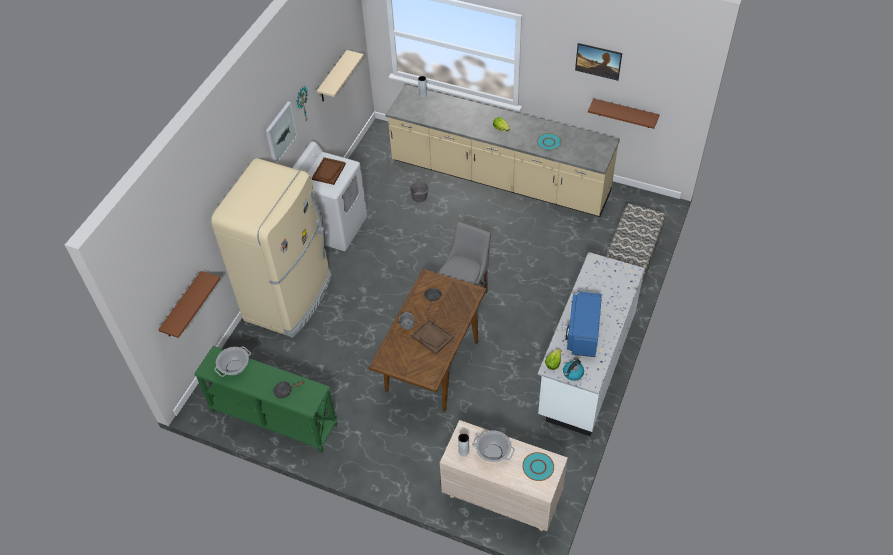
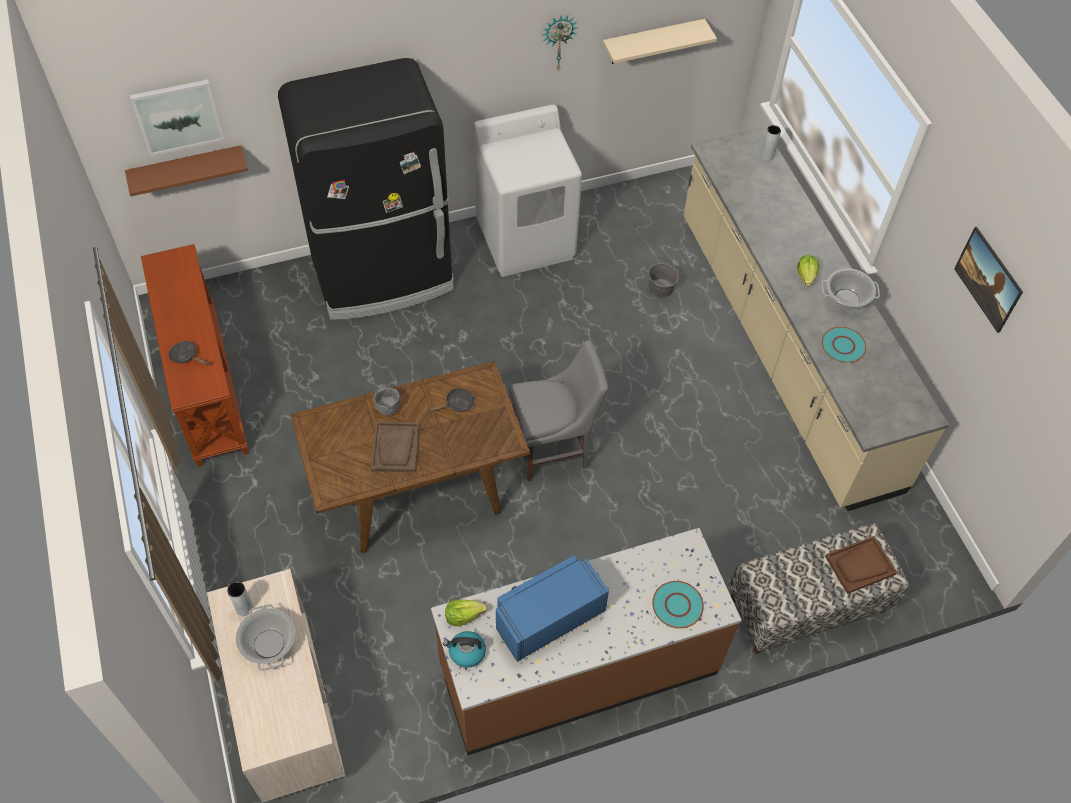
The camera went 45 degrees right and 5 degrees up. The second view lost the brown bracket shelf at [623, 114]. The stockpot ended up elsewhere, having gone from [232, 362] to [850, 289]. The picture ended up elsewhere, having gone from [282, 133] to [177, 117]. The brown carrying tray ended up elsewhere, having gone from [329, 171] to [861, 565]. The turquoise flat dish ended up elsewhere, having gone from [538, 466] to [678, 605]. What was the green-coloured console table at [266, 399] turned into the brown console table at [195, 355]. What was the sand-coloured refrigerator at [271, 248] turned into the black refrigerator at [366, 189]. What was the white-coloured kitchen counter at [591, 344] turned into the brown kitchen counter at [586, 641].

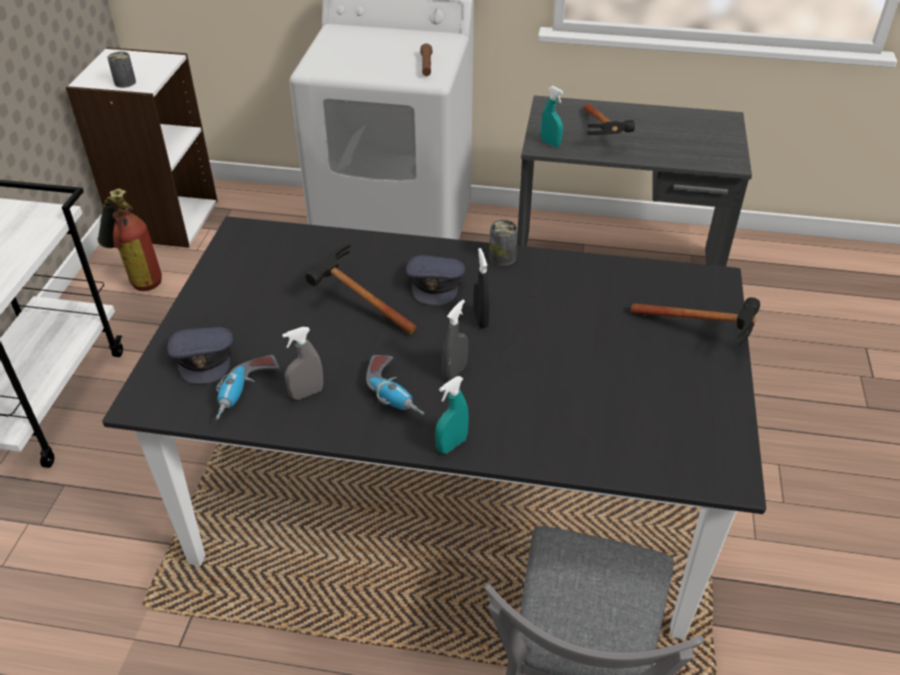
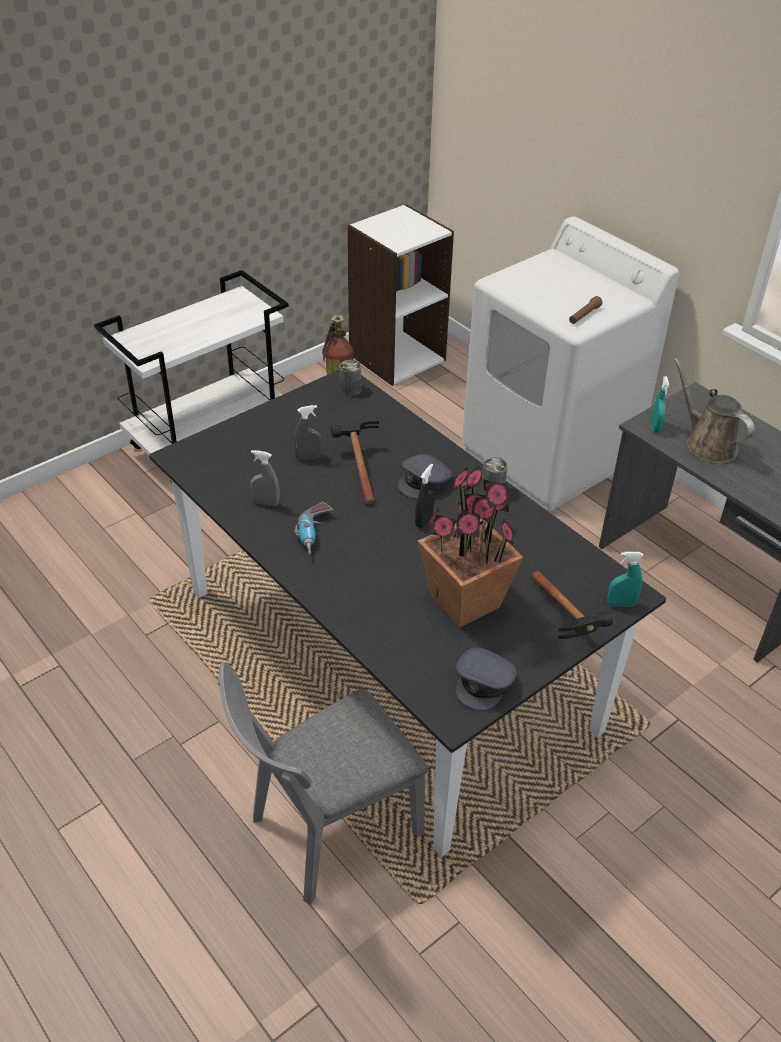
The camera went 40 degrees right and 0 degrees up. The second view lost the power drill at [247, 387]. The second view gained the plant in a pot at [470, 546]. The metal can ended up elsewhere, having gone from [121, 69] to [350, 378]. The greyish peaked cap ended up elsewhere, having gone from [200, 355] to [486, 679]. The turquoise sprayer ended up elsewhere, having gone from [452, 415] to [625, 579]. The greyish sprayer ended up elsewhere, having gone from [455, 340] to [308, 432]. Where the hammer stood at [609, 119], the brown watering can came to stand at [714, 410].

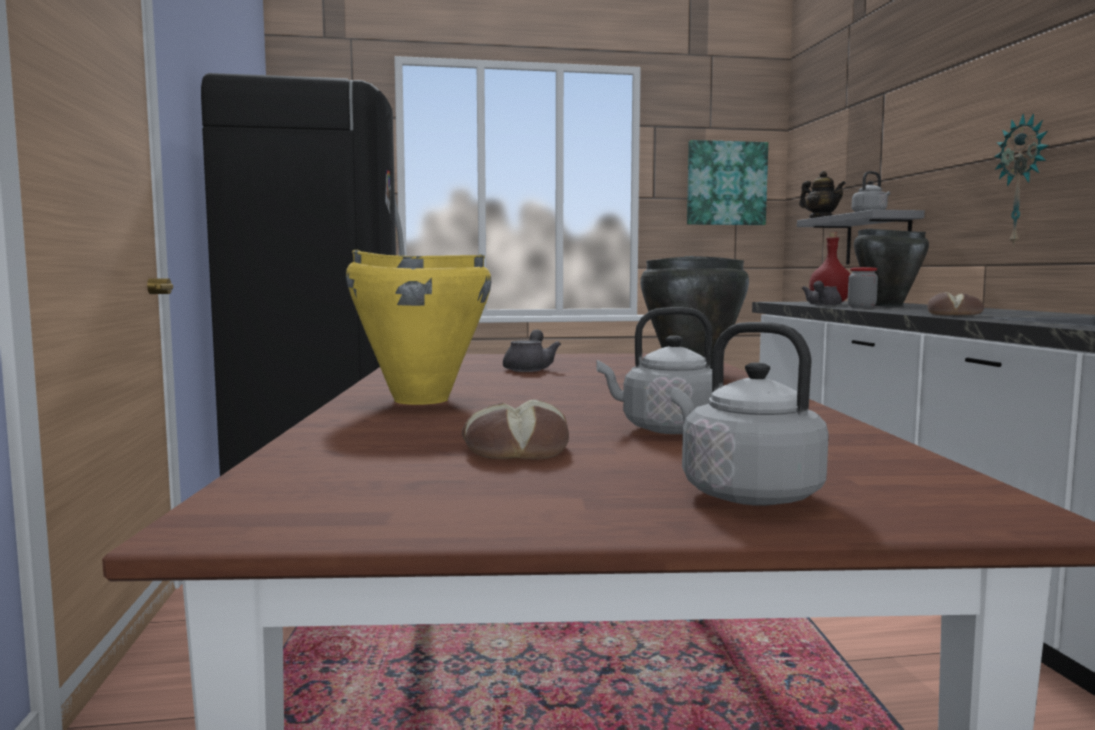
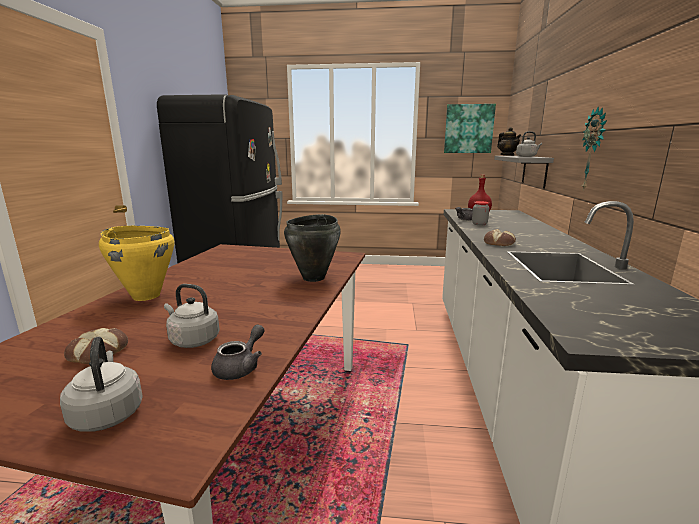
The camera went 15 degrees right and 10 degrees up. The second view lost the black stockpot at [891, 267]. The greyish tea pot ended up elsewhere, having gone from [532, 351] to [238, 352].

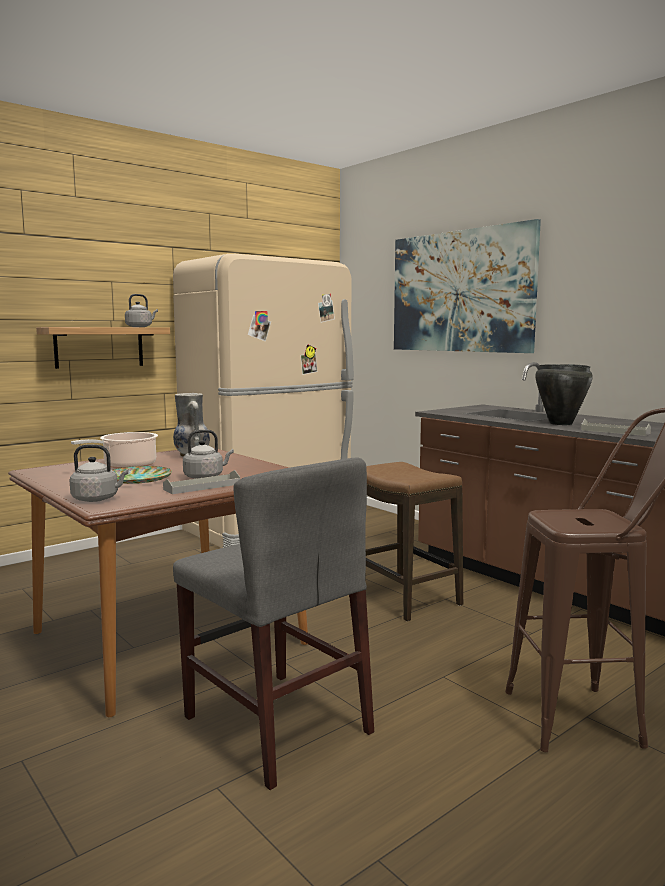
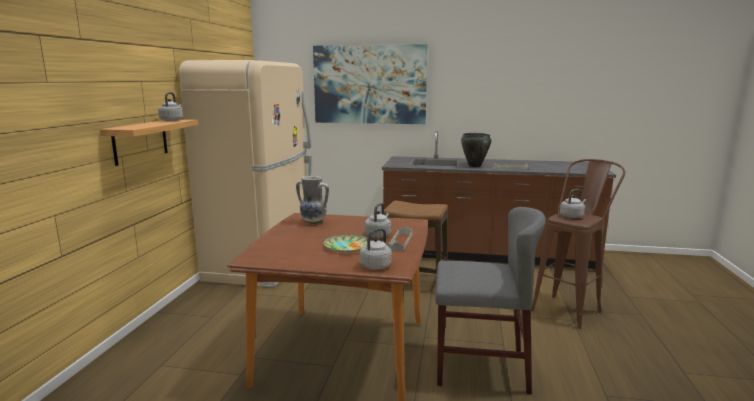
The camera went 40 degrees left and 5 degrees up. The second view lost the stockpot at [114, 450]. The second view gained the greyish water kettle at [573, 203].

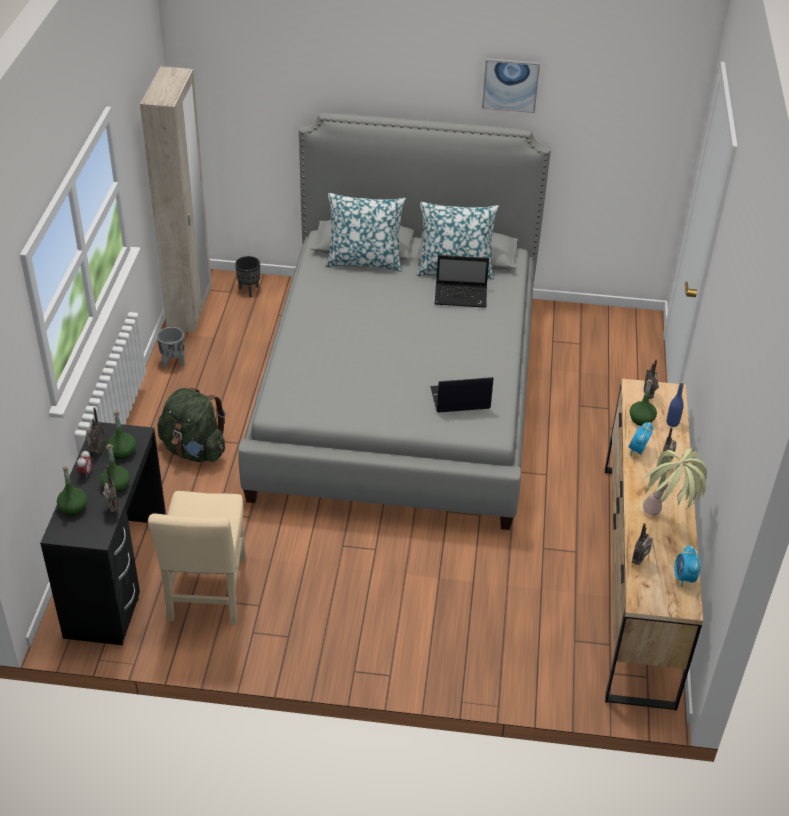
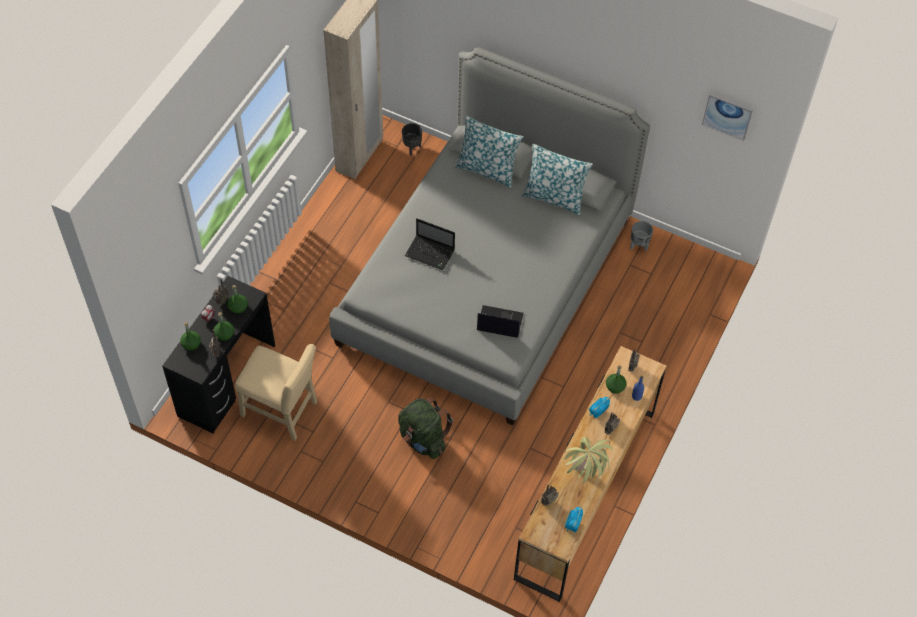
The camera went 20 degrees right and 15 degrees up. The greyish plant pot ended up elsewhere, having gone from [171, 347] to [641, 236]. The green-coloured knapsack ended up elsewhere, having gone from [191, 425] to [425, 428]. The notebook computer ended up elsewhere, having gone from [462, 281] to [430, 244]. The picture ended up elsewhere, having gone from [511, 85] to [727, 117]. The sand-coloured upright chair at [197, 558] ended up facing another way, 90 degrees counterclockwise from before.

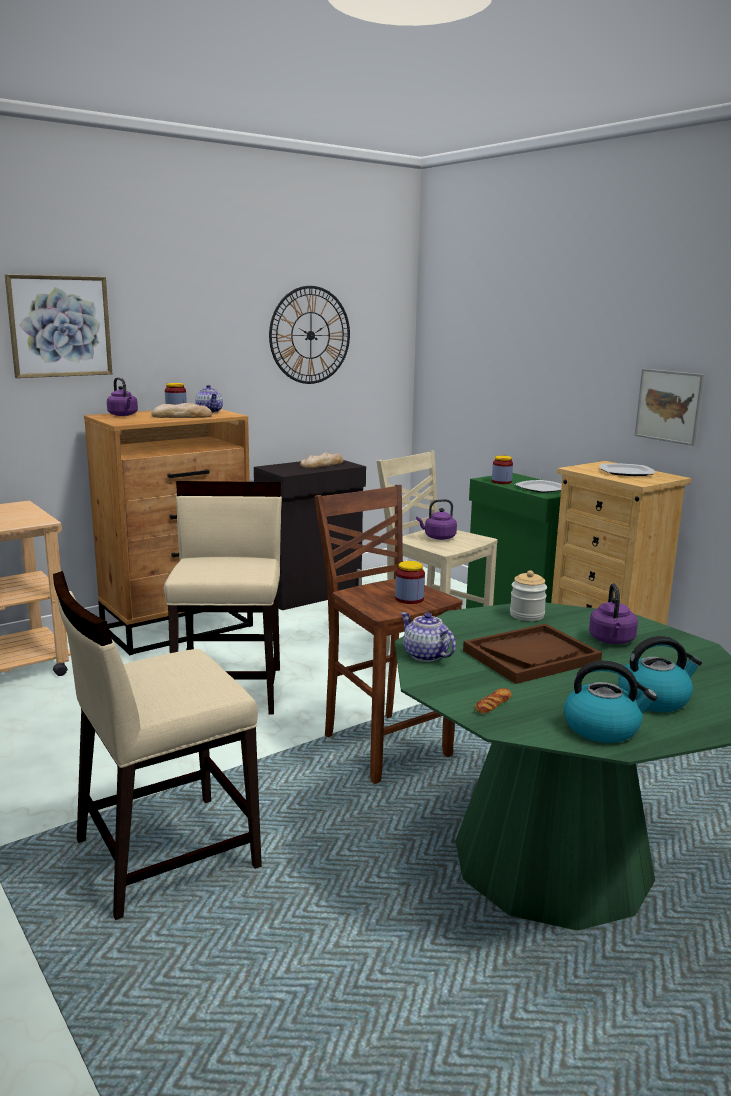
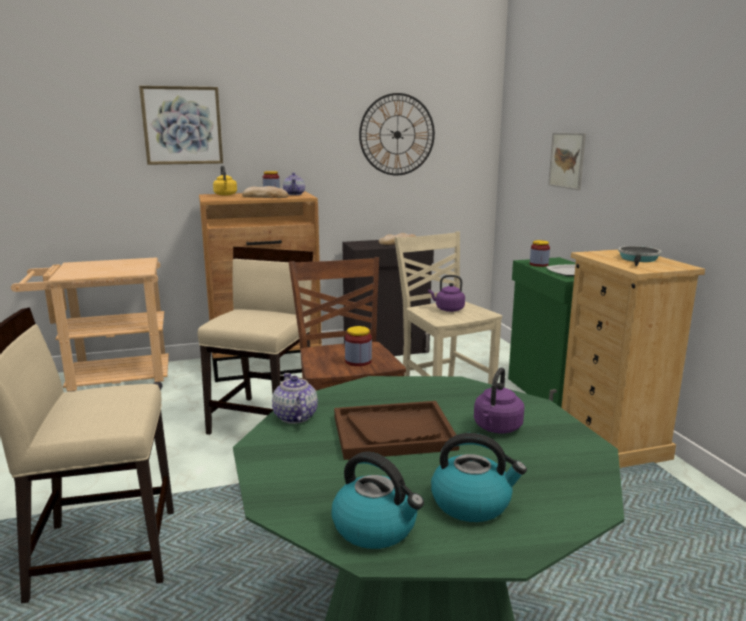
The camera went 20 degrees right and 0 degrees up. The second view lost the baked bread at [493, 701]. The second view lost the storage jar at [528, 595]. The picture ended up elsewhere, having gone from [669, 407] to [567, 161]. Where the flat dish stood at [627, 469], the frying pan came to stand at [640, 256]. What was the purple water kettle at [122, 396] turned into the yellowish water kettle at [225, 180].

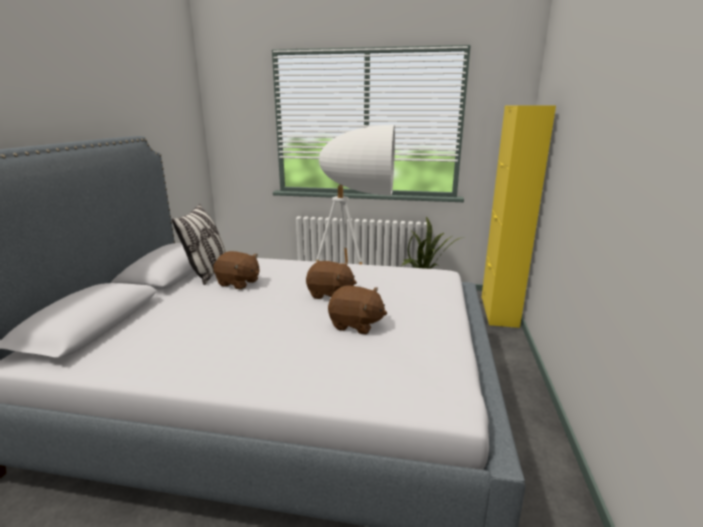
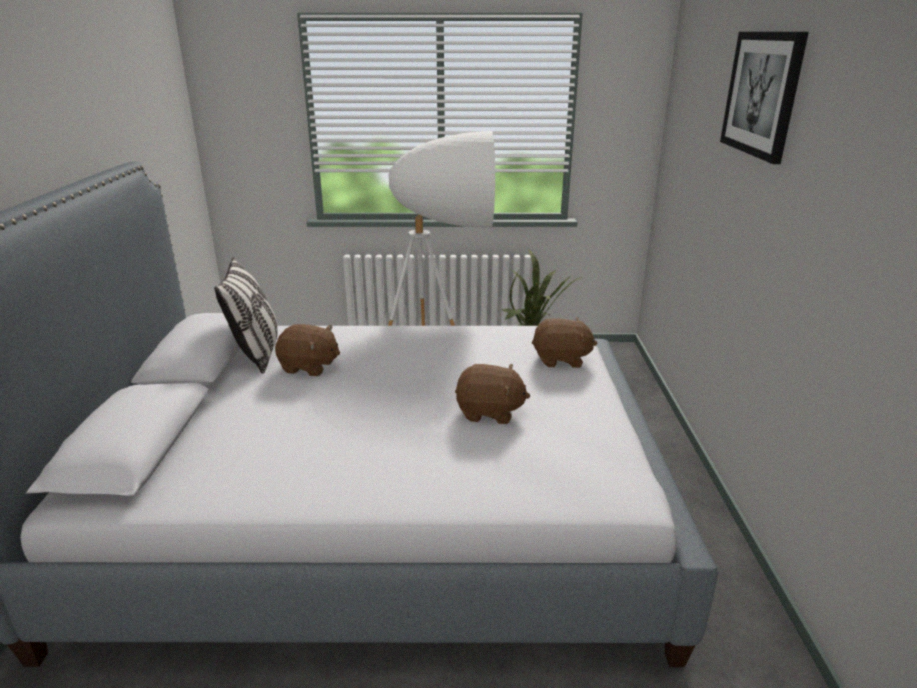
The camera went 10 degrees left and 5 degrees up. The second view lost the yellowish storage cabinet at [518, 216]. The second view gained the picture at [764, 98]. The brown soft toy ended up elsewhere, having gone from [331, 280] to [564, 343].

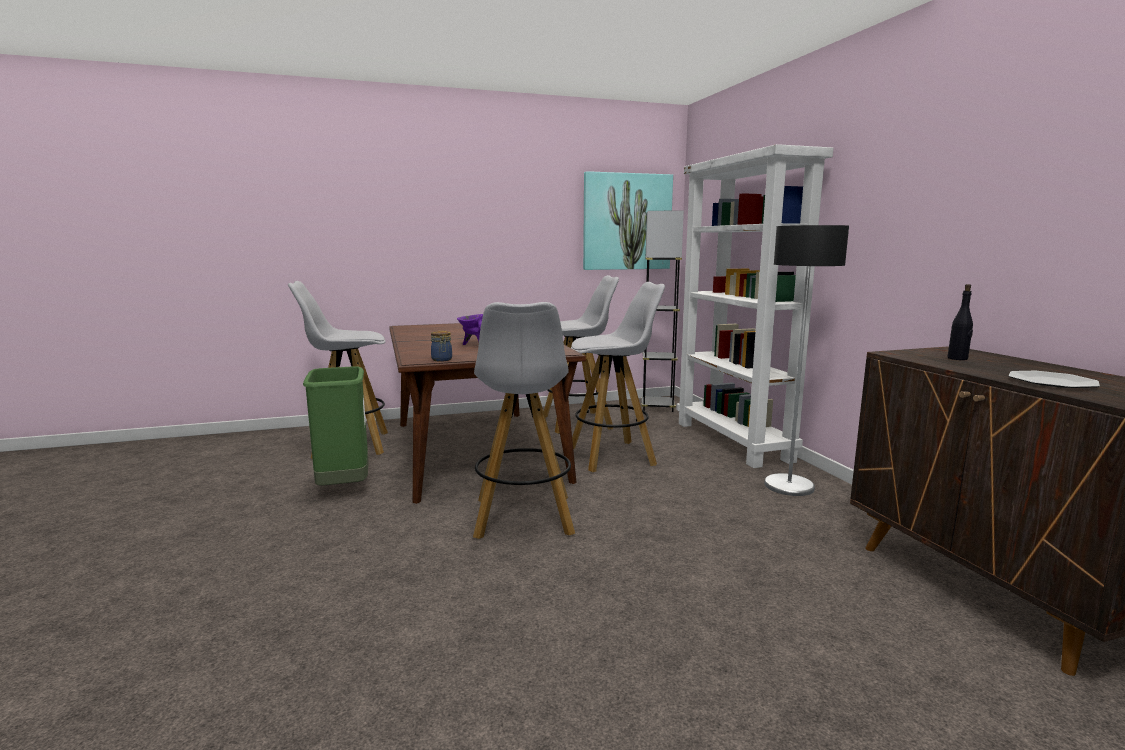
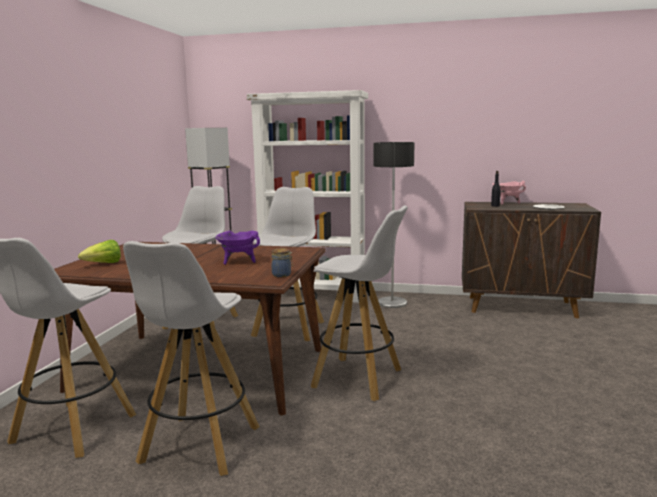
The camera went 60 degrees left and 0 degrees up. The second view lost the picture at [628, 220]. The second view gained the lettuce head at [99, 251]. The second view gained the pink-coloured stockpot at [509, 193]. Where the green-coloured trash can stood at [336, 426], the white-coloured stool seat came to stand at [191, 358].

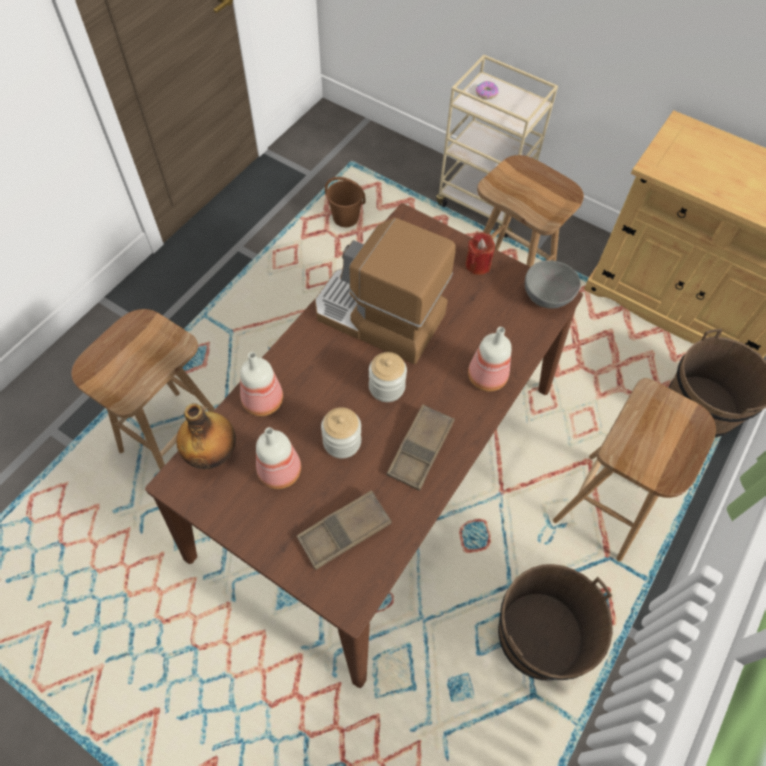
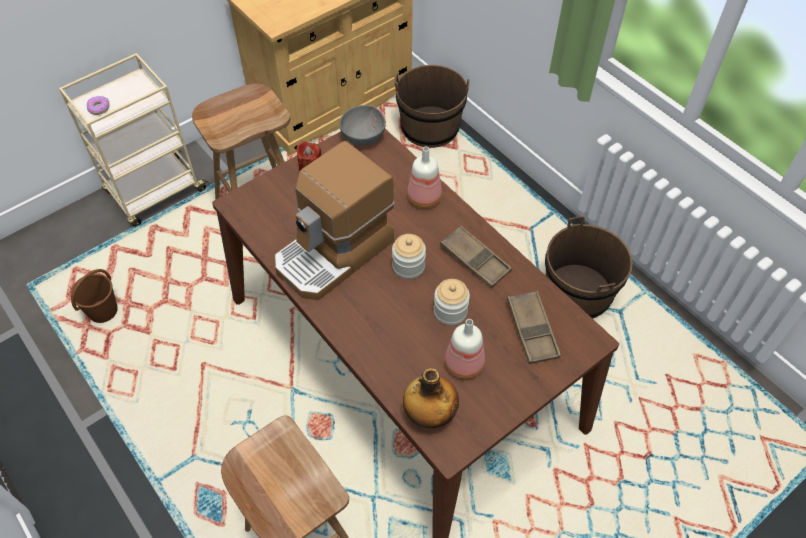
The camera went 70 degrees left and 5 degrees down. The second view lost the bottle at [261, 384]. The second view lost the brown stool seat at [634, 470].

